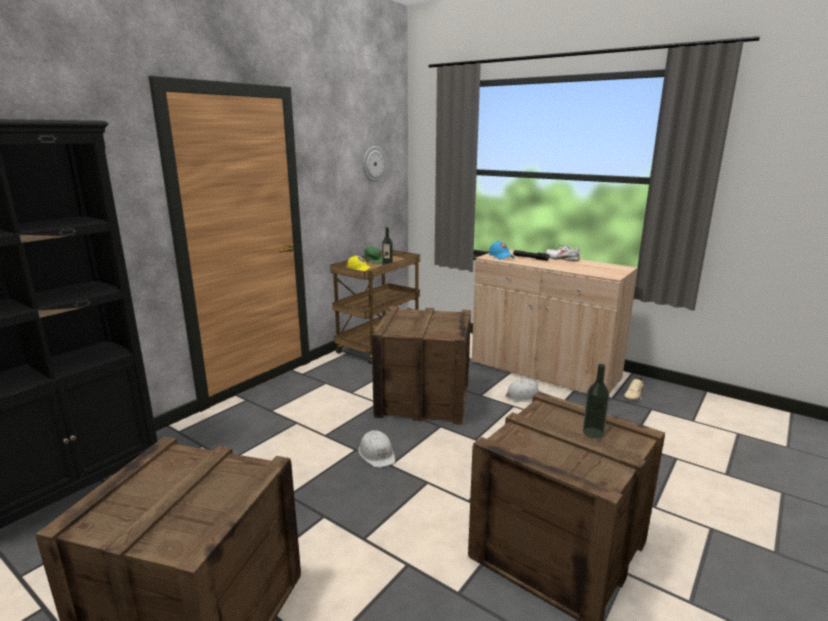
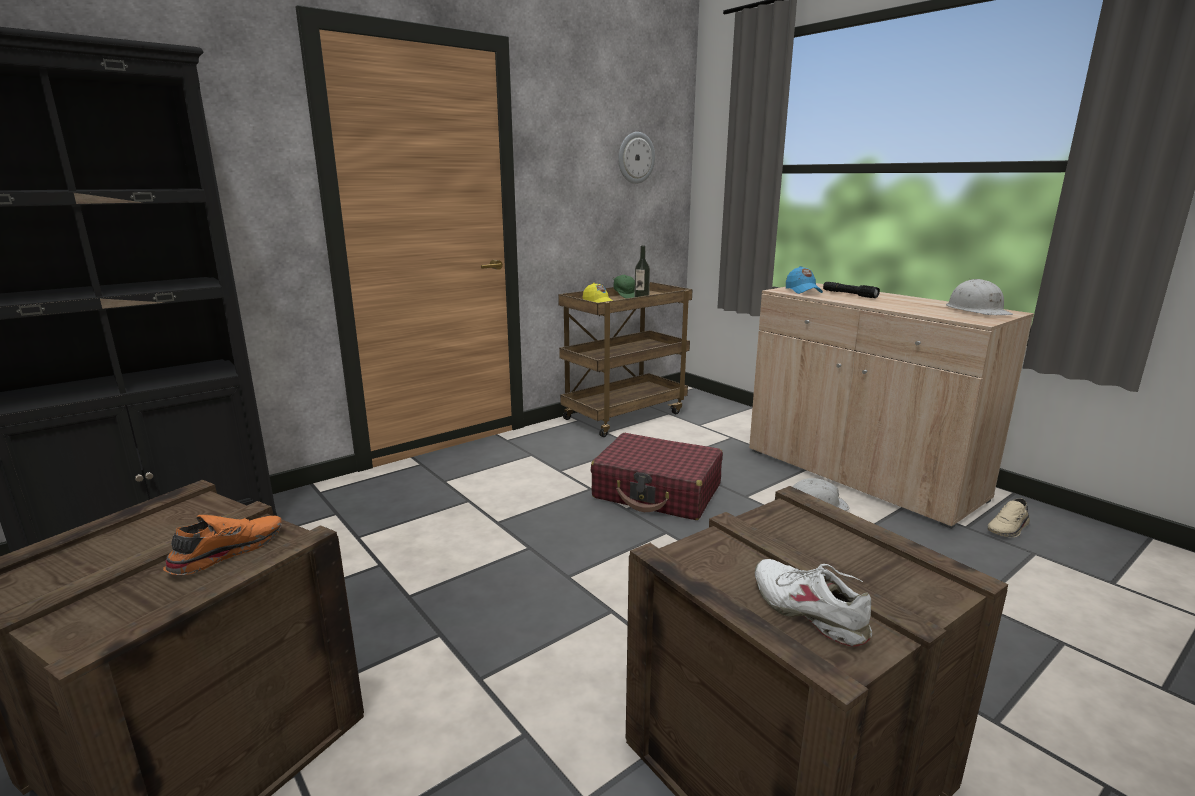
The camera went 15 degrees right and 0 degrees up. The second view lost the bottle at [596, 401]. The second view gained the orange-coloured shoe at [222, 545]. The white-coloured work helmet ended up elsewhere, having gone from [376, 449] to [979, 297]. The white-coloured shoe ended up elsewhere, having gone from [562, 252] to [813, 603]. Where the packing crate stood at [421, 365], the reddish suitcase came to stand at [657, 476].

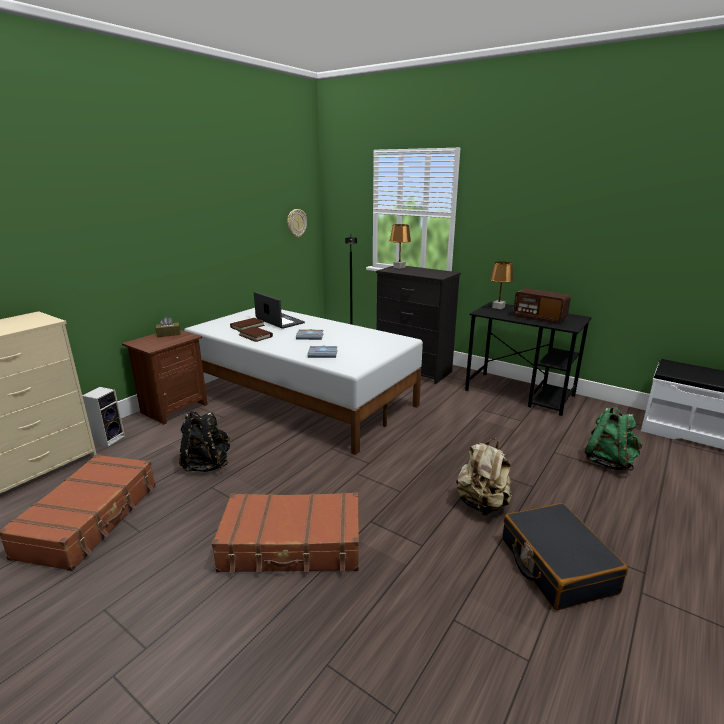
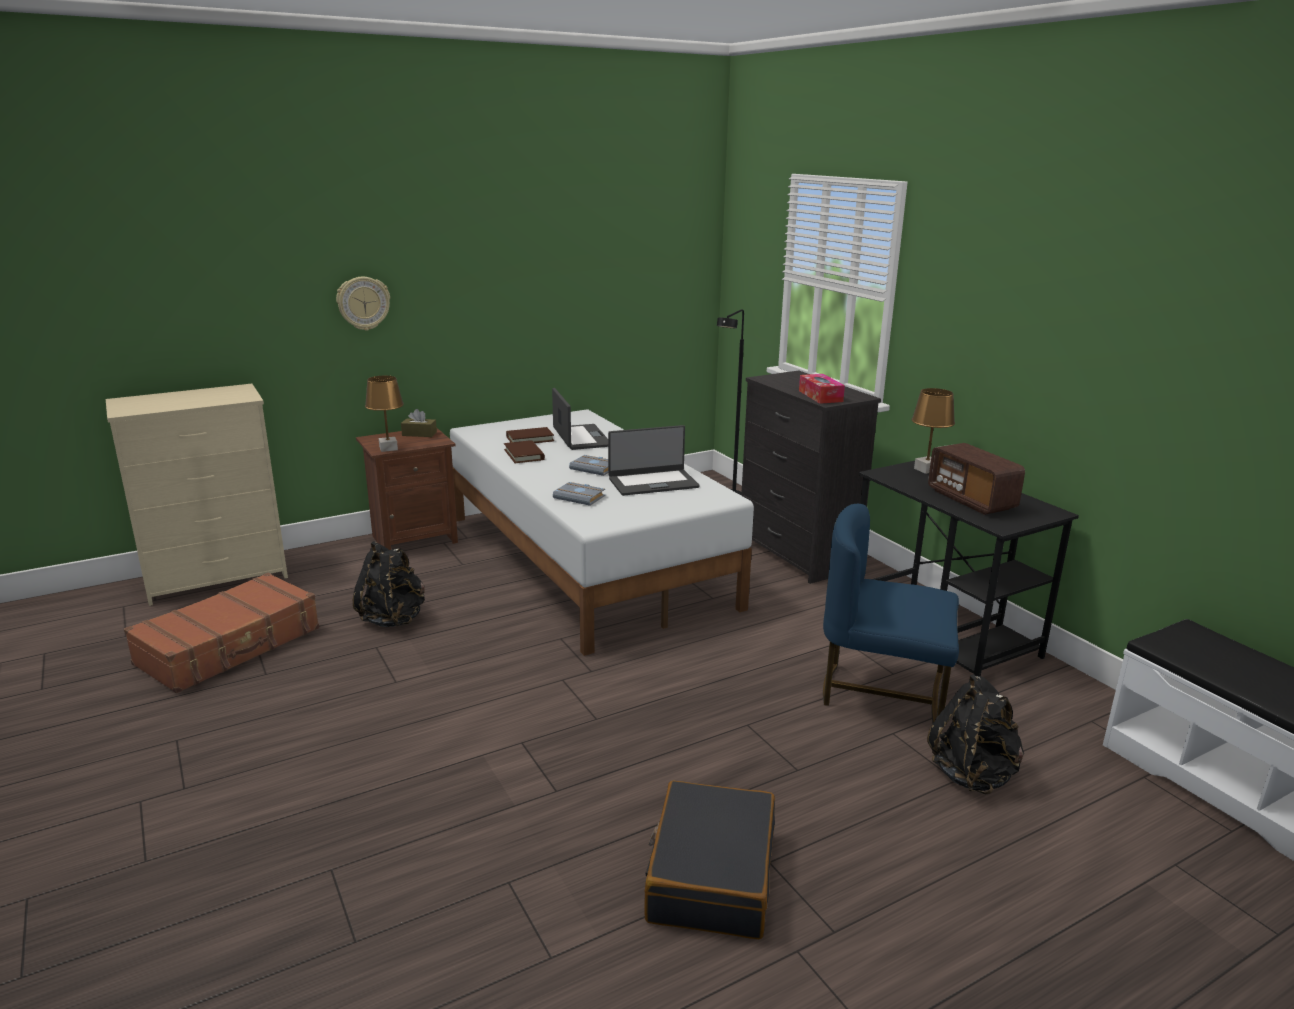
The camera went 25 degrees right and 0 degrees up. The second view lost the speaker at [103, 417]. The second view lost the brown suitcase at [285, 532]. The second view lost the sand-coloured knapsack at [484, 477]. The second view gained the notebook computer at [654, 460]. The second view gained the box of tissues at [822, 389]. The second view gained the blue upright chair at [891, 614]. The wall clock ended up elsewhere, having gone from [297, 223] to [363, 304]. The brown lamp for a table ended up elsewhere, having gone from [400, 246] to [384, 414]. What was the green-coloured knapsack at [613, 438] turned into the black knapsack at [975, 734].

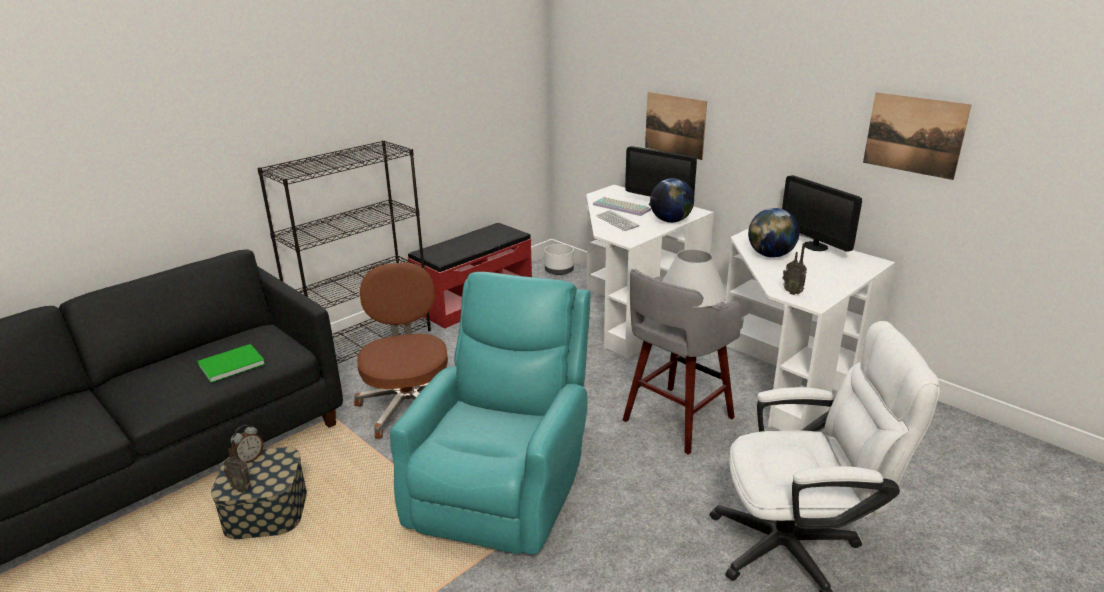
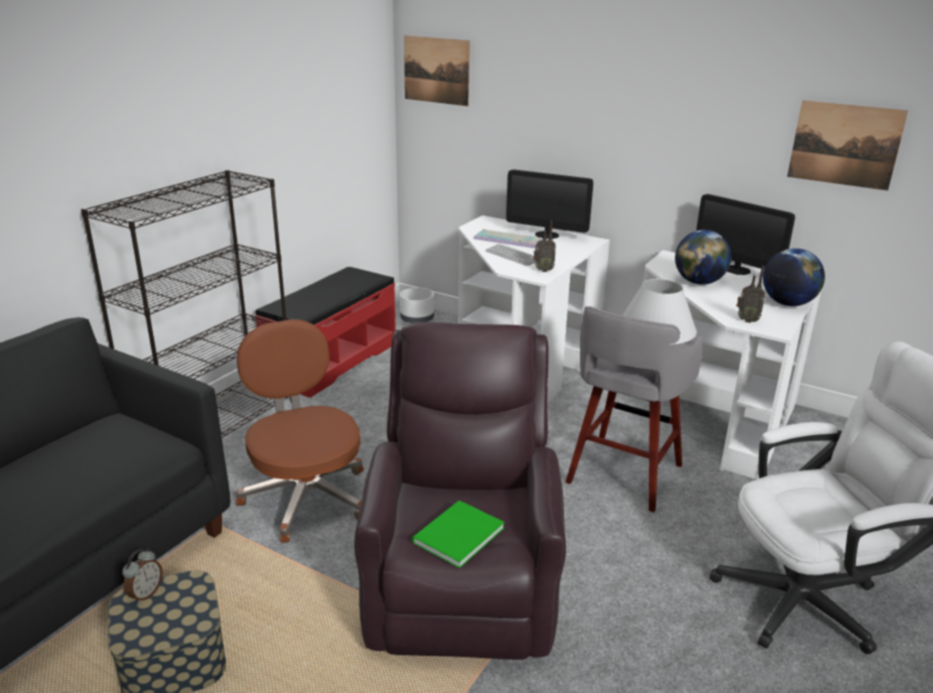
The camera went 15 degrees left and 0 degrees up. The green-coloured bound book ended up elsewhere, having gone from [231, 363] to [458, 534]. The radio ended up elsewhere, having gone from [237, 466] to [544, 246]. The picture ended up elsewhere, having gone from [676, 126] to [437, 71]. The desk globe ended up elsewhere, having gone from [672, 200] to [794, 277]. What was the turquoise lounge chair at [490, 413] turned into the brown lounge chair at [460, 491].

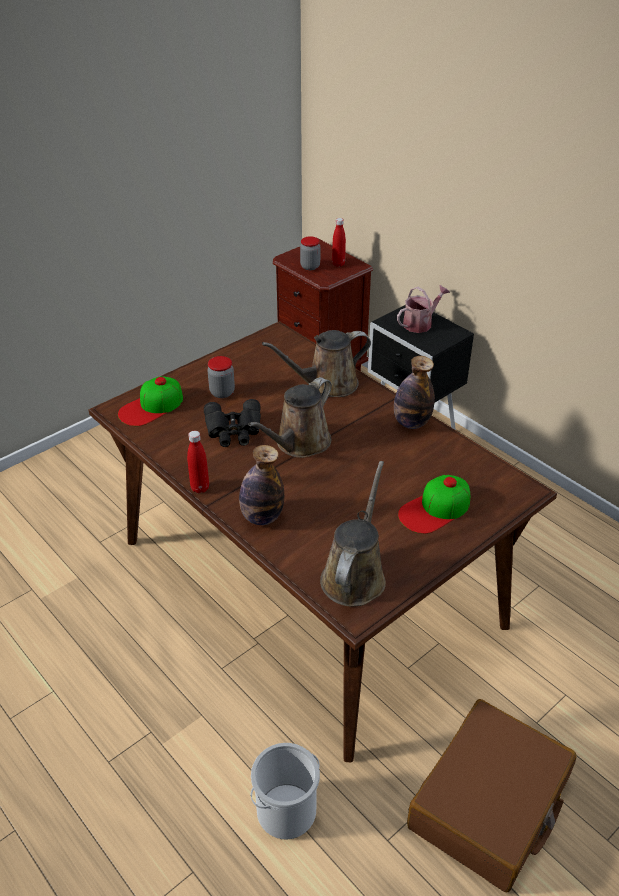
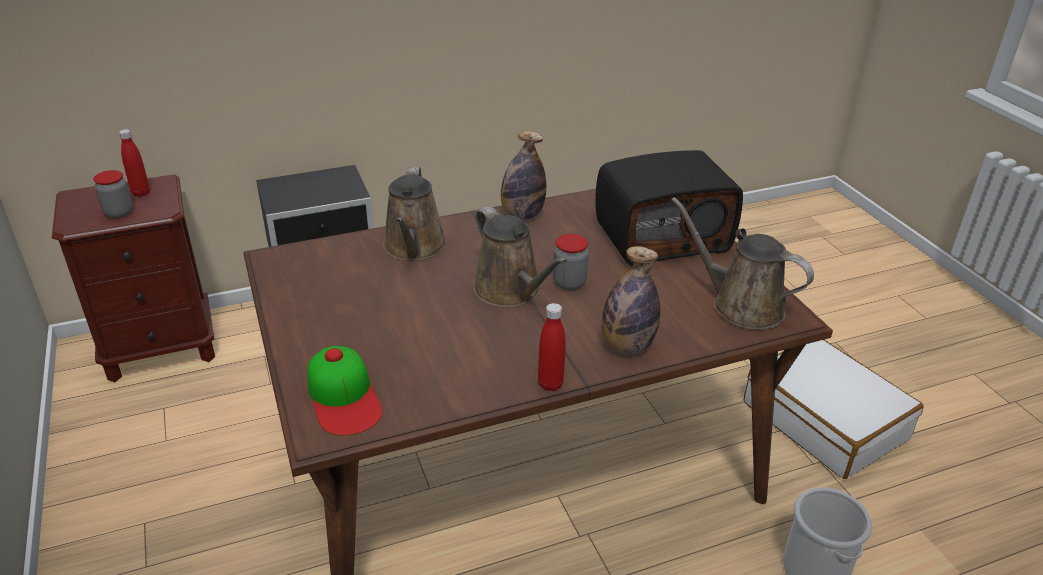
The camera went 70 degrees left and 5 degrees down. The second view lost the black pair of binoculars at [232, 423]. The second view lost the watering can at [423, 309]. The storage jar ended up elsewhere, having gone from [221, 377] to [571, 262]. Where the peaked cap stood at [434, 504], the radio came to stand at [669, 208]. What was the brown suitcase at [492, 795] turned into the white-coloured suitcase at [834, 409].

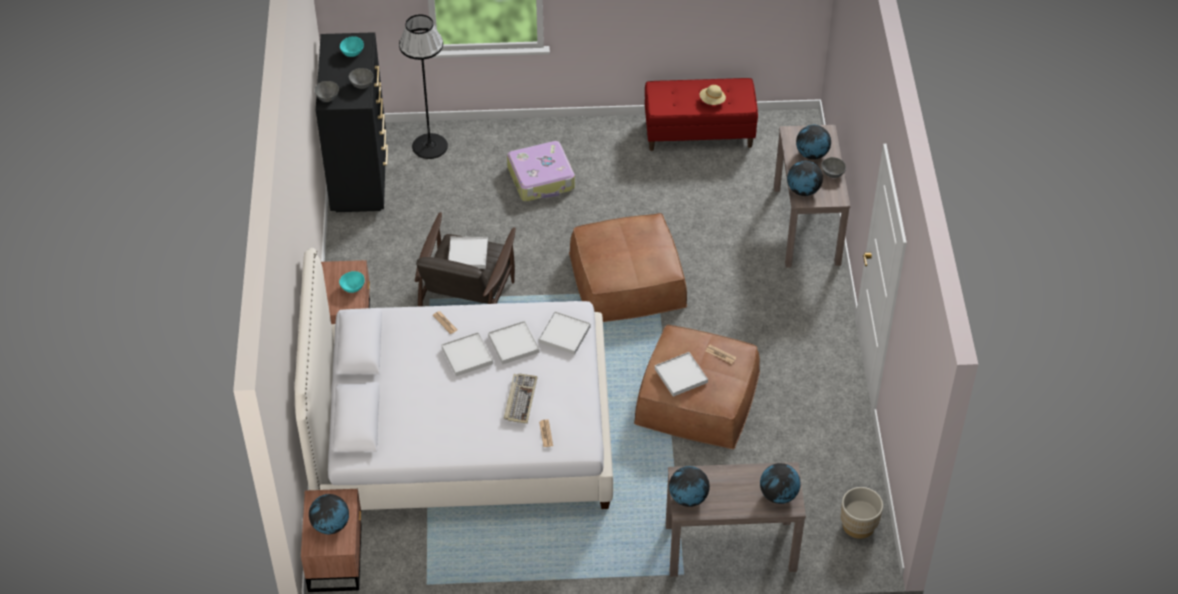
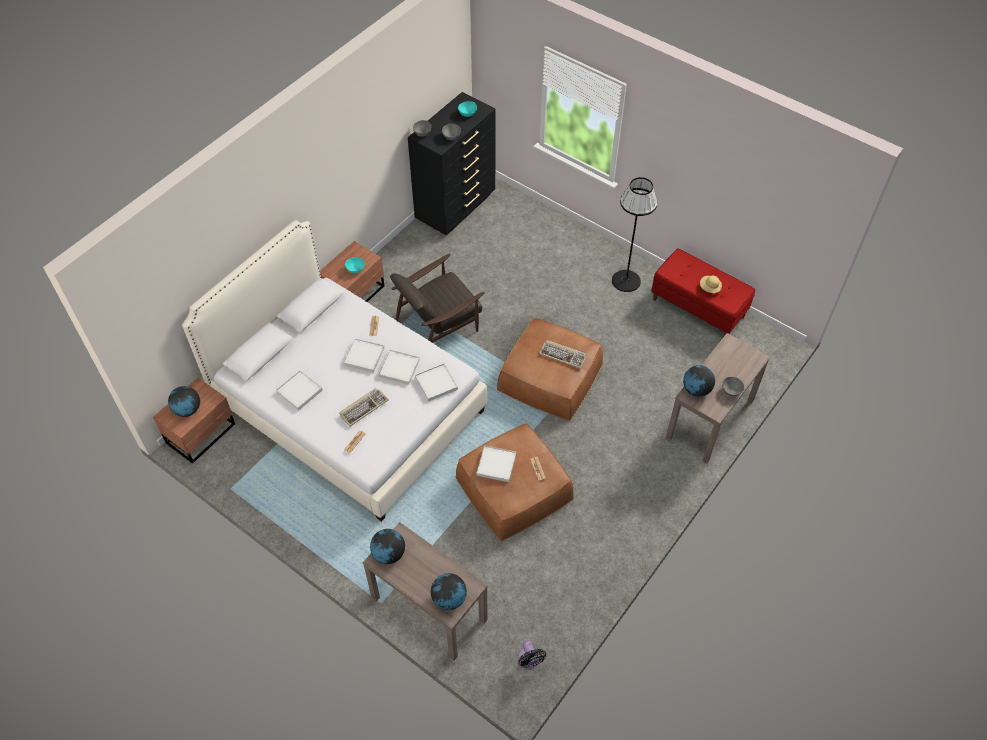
The camera went 40 degrees right and 5 degrees up. The second view lost the suitcase at [541, 171]. The second view lost the desk globe at [813, 142]. The second view gained the keyboard at [562, 354]. The black standing lamp ended up elsewhere, having gone from [423, 86] to [635, 234]. The white-coloured carrying tray ended up elsewhere, having gone from [468, 253] to [299, 390]. Where the sand-coloured plant pot stood at [862, 513], the black cooling fan came to stand at [532, 655].

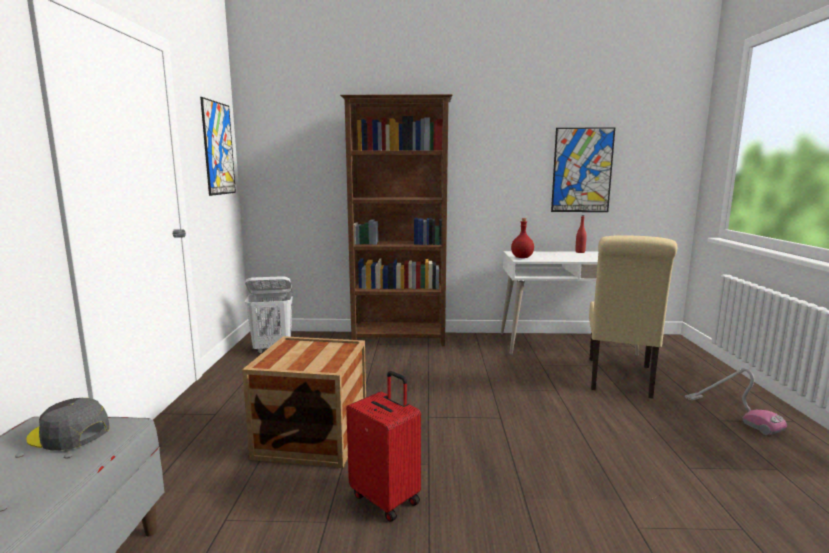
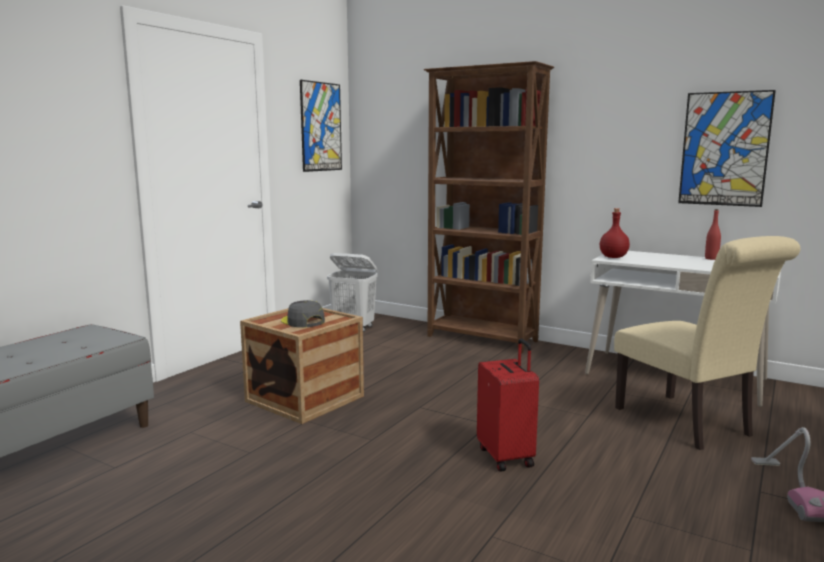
The camera went 30 degrees right and 0 degrees up. The greyish peaked cap ended up elsewhere, having gone from [67, 424] to [303, 314]. The reddish suitcase ended up elsewhere, having gone from [383, 446] to [508, 405]. The sand-coloured upright chair at [633, 317] ended up facing another way, 75 degrees counterclockwise from before.

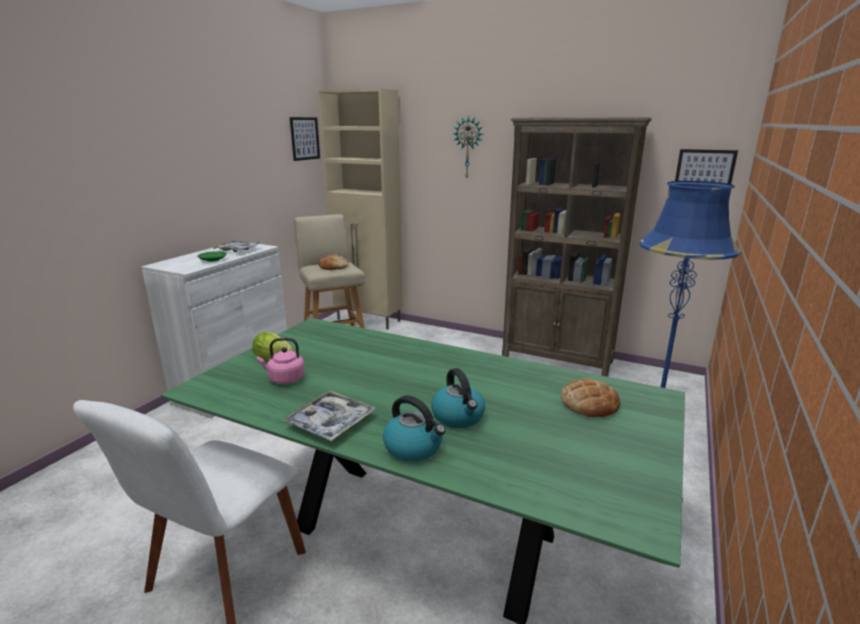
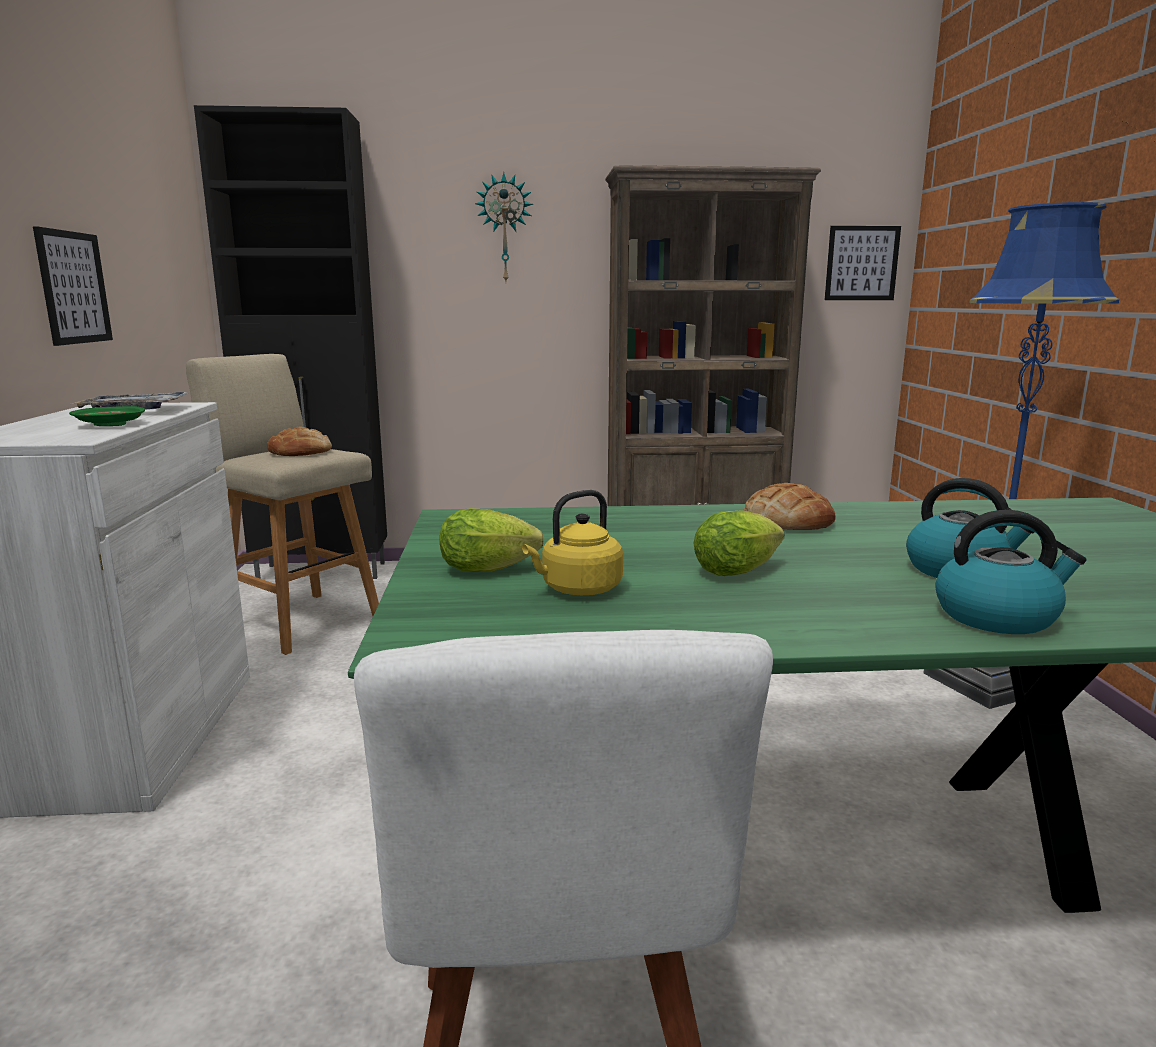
The camera went 30 degrees left and 5 degrees down. The second view lost the carrying tray at [328, 416]. The second view gained the lettuce head at [738, 543]. The picture ended up elsewhere, having gone from [305, 139] to [73, 286]. The baked bread ended up elsewhere, having gone from [590, 398] to [790, 506]. What was the pink-coloured water kettle at [281, 361] turned into the yellowish water kettle at [572, 542]. What was the sand-coloured storage cabinet at [360, 209] turned into the black storage cabinet at [290, 342].

